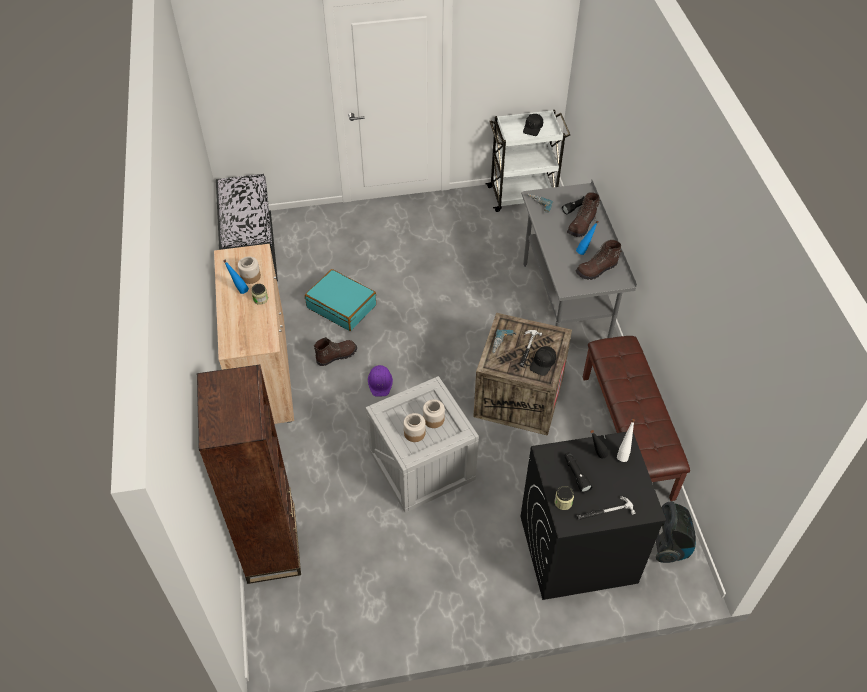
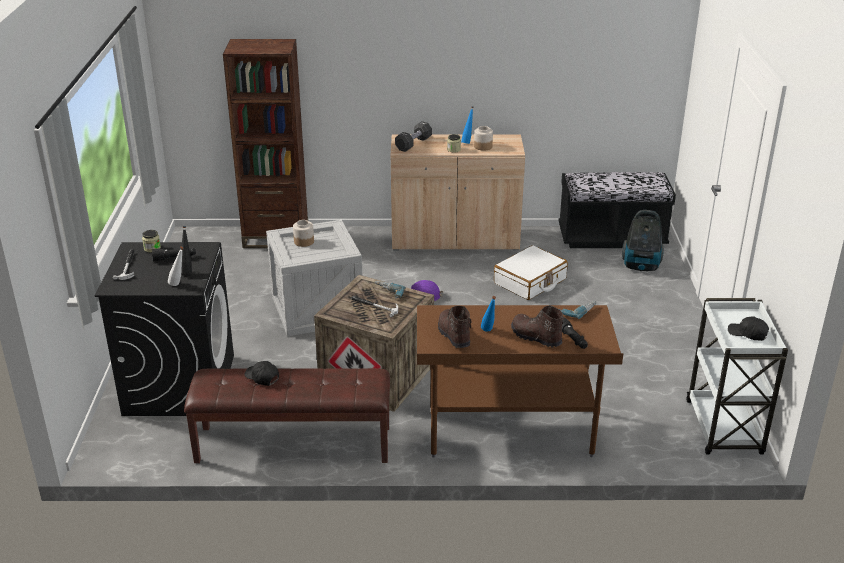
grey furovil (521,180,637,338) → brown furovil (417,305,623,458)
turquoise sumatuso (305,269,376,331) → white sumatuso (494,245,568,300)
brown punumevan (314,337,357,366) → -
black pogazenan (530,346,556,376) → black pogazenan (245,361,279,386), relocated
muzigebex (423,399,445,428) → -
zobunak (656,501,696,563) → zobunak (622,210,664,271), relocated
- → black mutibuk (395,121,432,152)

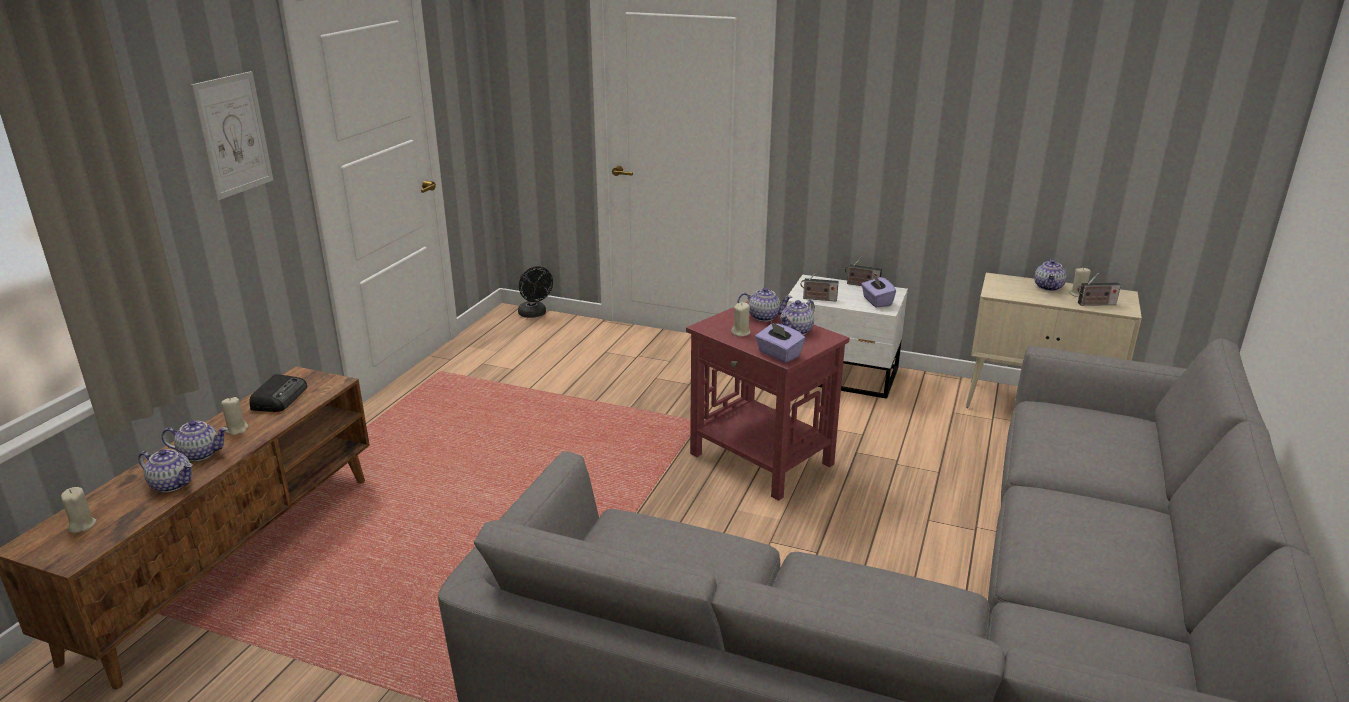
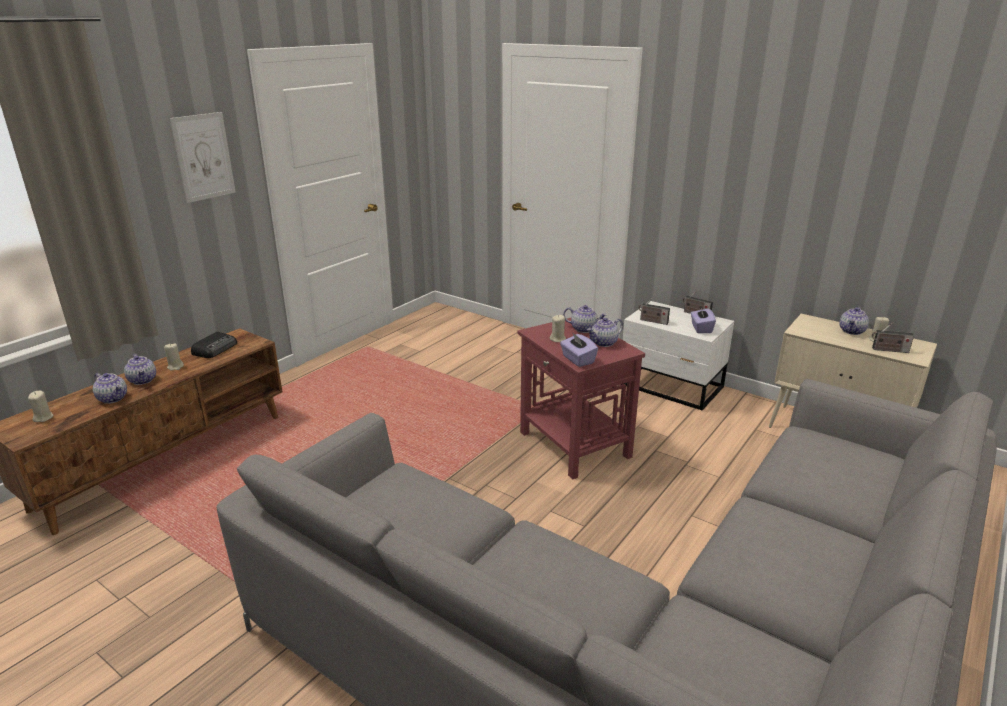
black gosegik (518,266,553,318) → -
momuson (161,420,228,461) → momuson (124,354,156,385), 45 degrees clockwise

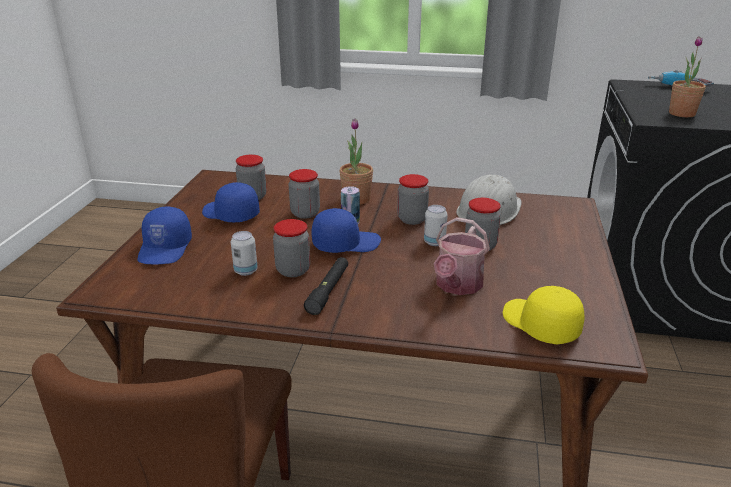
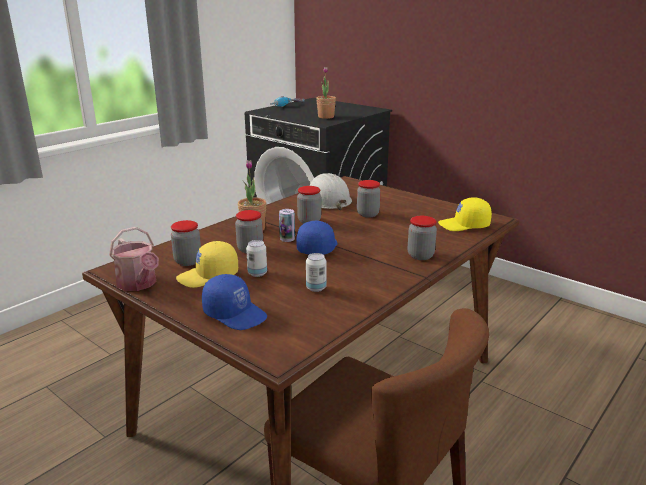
blue pogazenan (202,182,260,222) → yellow pogazenan (176,241,238,288)
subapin (424,205,448,246) → subapin (246,240,267,277), relocated
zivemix (434,217,490,295) → zivemix (109,227,159,291), relocated
muzigebex (273,219,310,277) → muzigebex (408,216,437,260), relocated
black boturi (304,257,348,315) → -

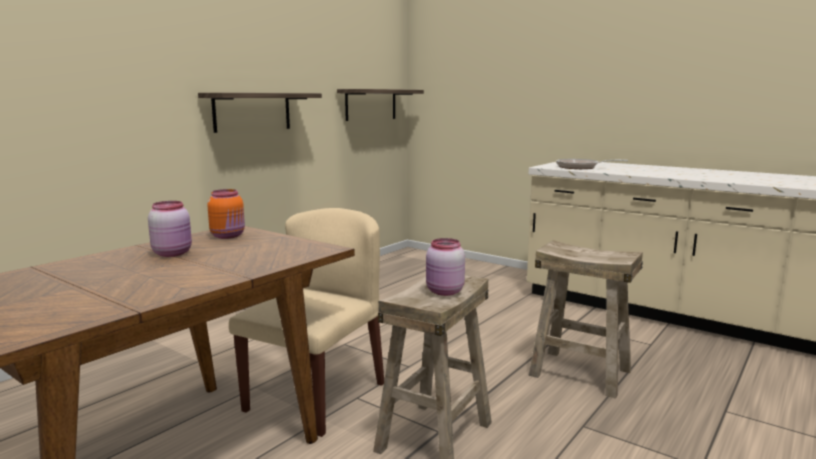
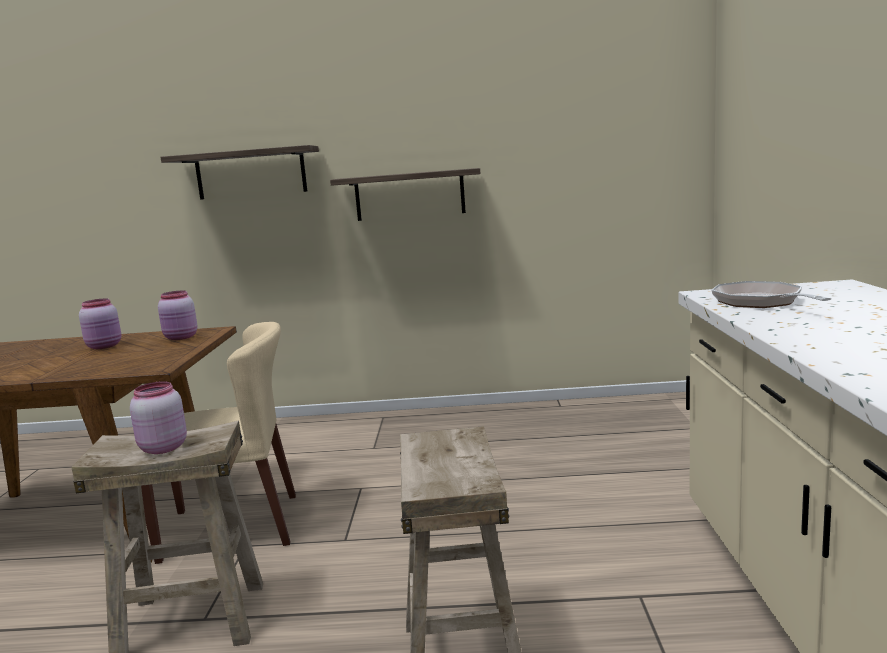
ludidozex (337,89,424,121) → ludidozex (161,145,319,200), relocated
orange muzigebex (207,189,245,239) → pink muzigebex (158,291,198,340)

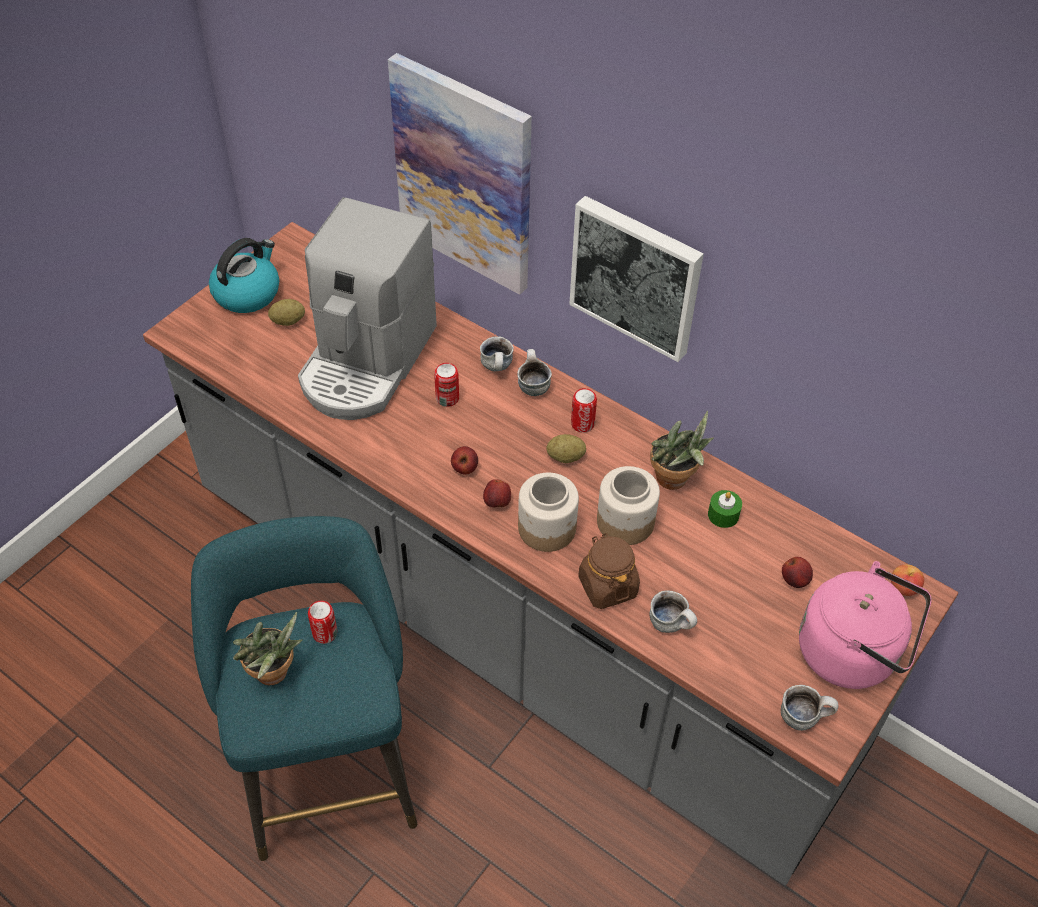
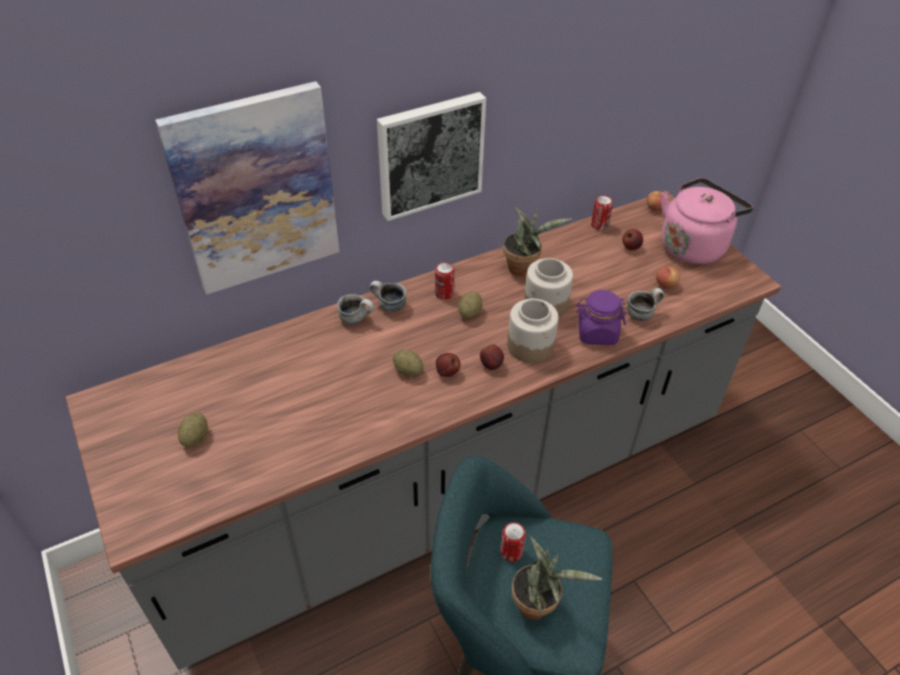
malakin (298,197,437,420) → -
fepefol (209,238,279,313) → -
subapin (434,363,459,407) → subapin (591,195,613,230), relocated
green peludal (708,490,742,528) → -
brown muzigebex (578,533,640,609) → purple muzigebex (576,290,627,345)
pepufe (781,685,838,731) → -
- → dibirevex (656,266,680,289)
- → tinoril (393,349,424,377)

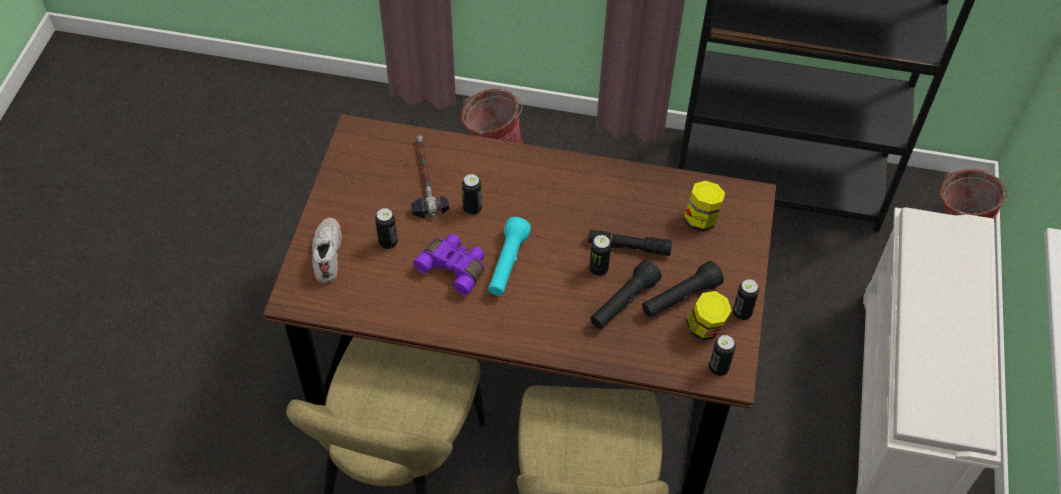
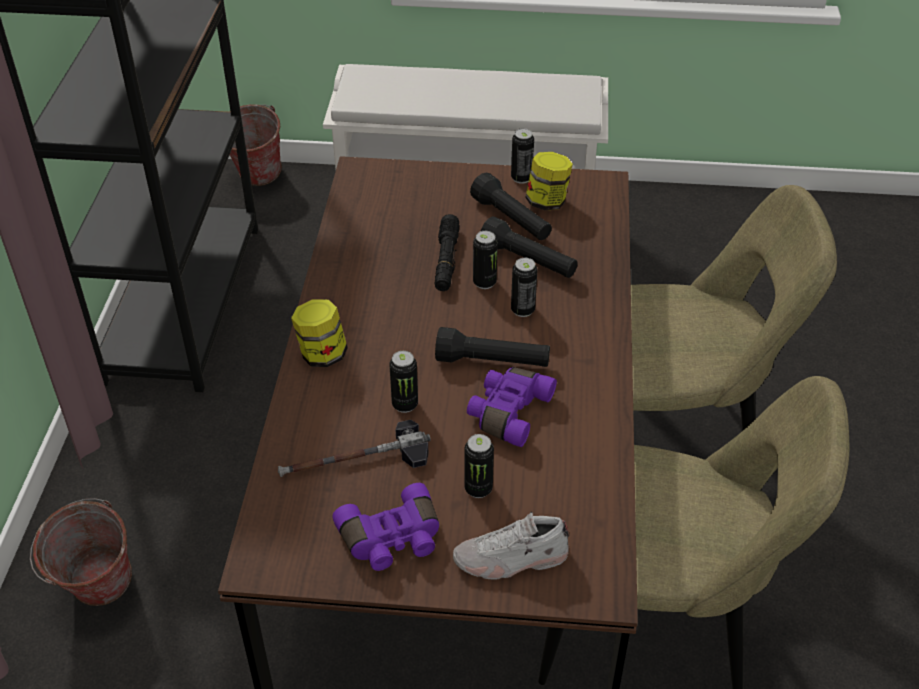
muzigebex (684,181,725,232) → muzigebex (291,299,348,367), relocated
turquoise boturi (488,217,531,296) → black boturi (435,327,550,367)
subapin (709,335,736,376) → subapin (511,258,538,317), relocated
- → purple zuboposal (332,483,439,571)

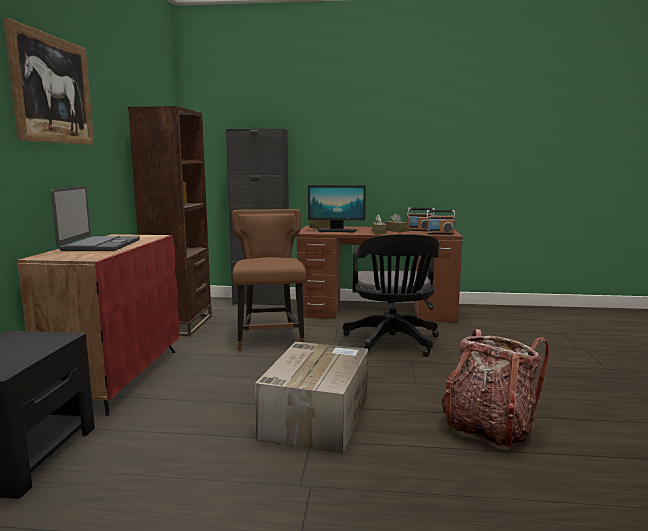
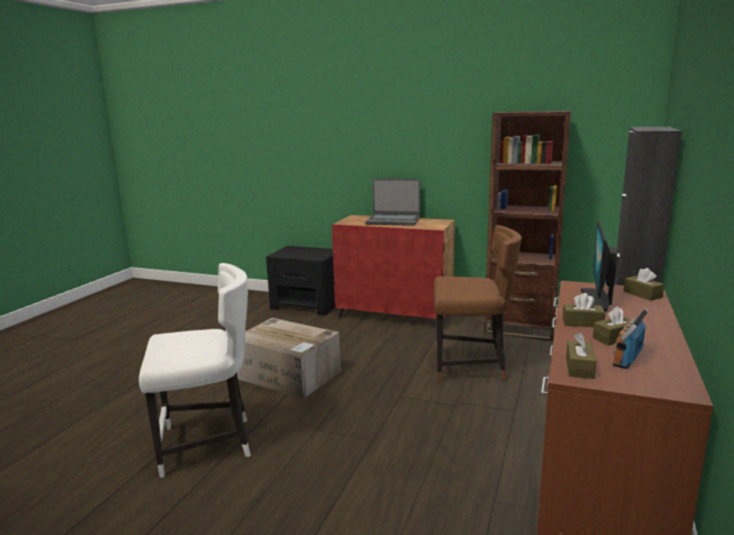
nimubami (3,18,94,145) → -
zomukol (427,210,456,234) → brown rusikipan (566,332,596,379)
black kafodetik (343,234,440,357) → -
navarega (441,329,550,450) → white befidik (139,263,251,478)

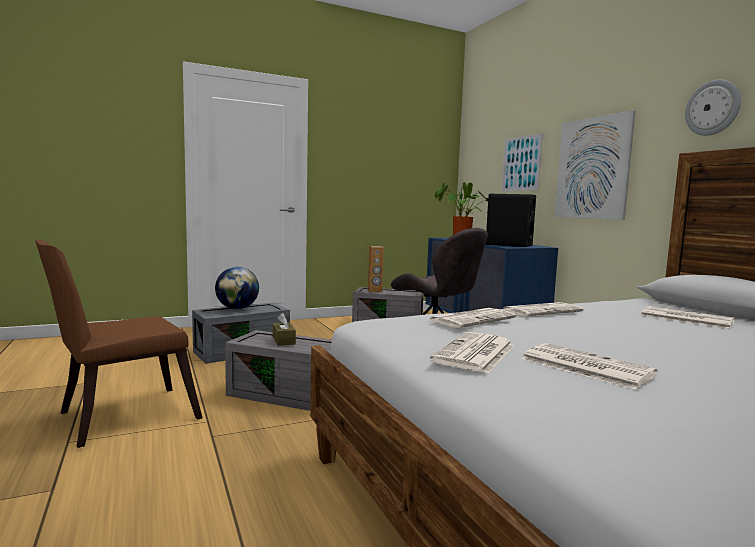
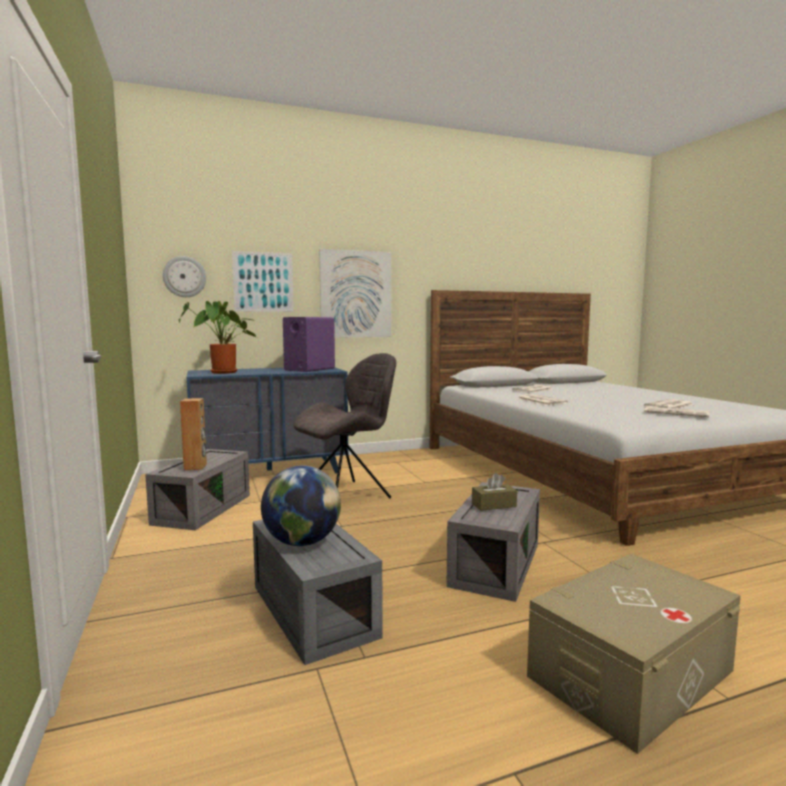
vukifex (685,80,741,136) → vukifex (163,256,206,297), relocated
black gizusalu (486,194,536,247) → purple gizusalu (283,317,335,372)
brown befidik (35,239,203,448) → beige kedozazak (527,554,741,754)
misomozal (430,308,516,328) → -

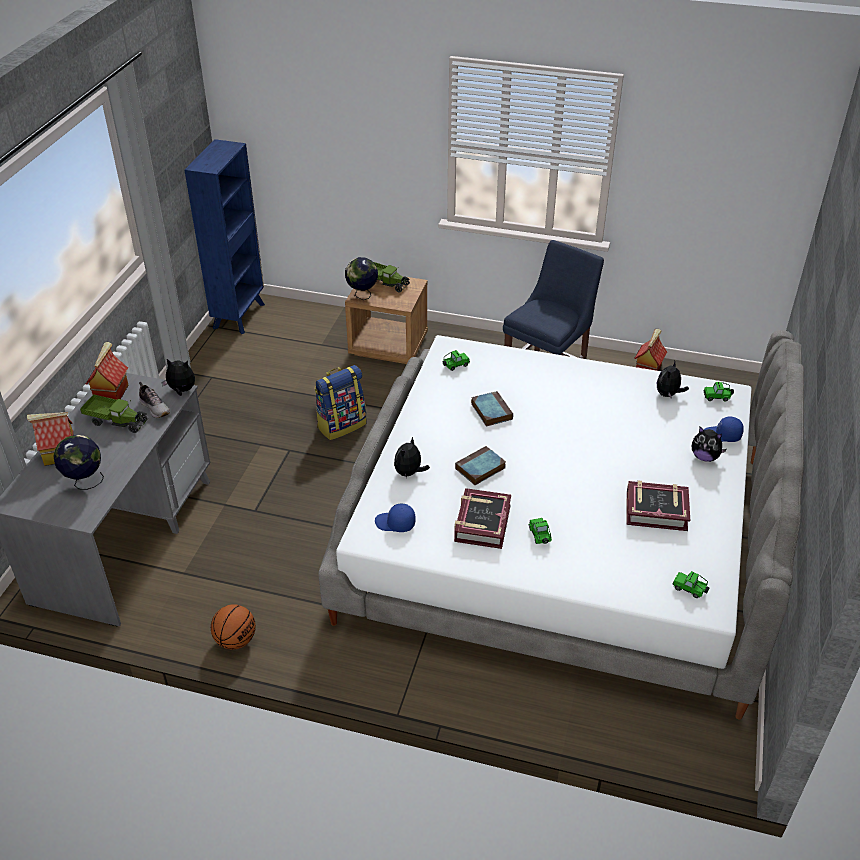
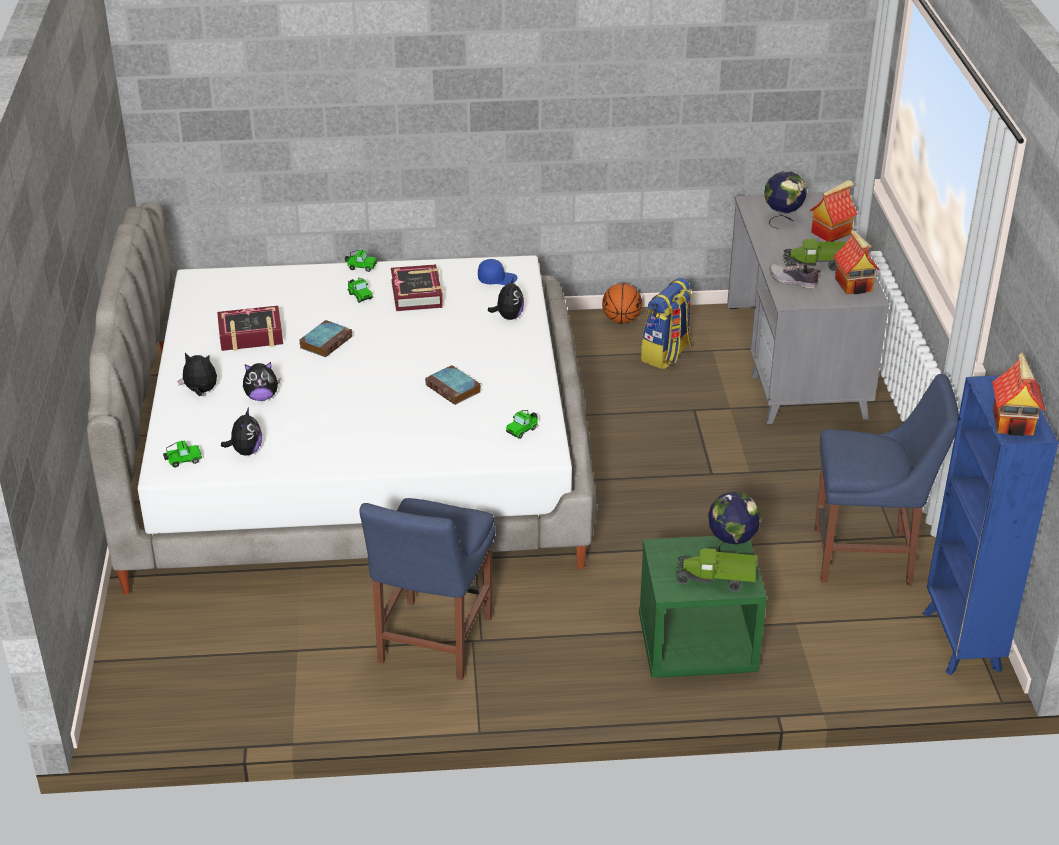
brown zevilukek (345,276,428,364) → green zevilukek (639,536,767,678)
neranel (634,329,667,371) → neranel (992,352,1045,436), relocated
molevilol (161,359,195,396) → molevilol (243,362,280,401), relocated
navarega (315,365,366,440) → navarega (641,278,693,369), relocated
blue pogazenan (704,417,744,442) → -
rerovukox (455,446,506,485) → rerovukox (300,320,352,357), relocated
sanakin (672,571,709,598) → sanakin (345,250,377,272), relocated
- → blue befidik (814,374,959,586)

